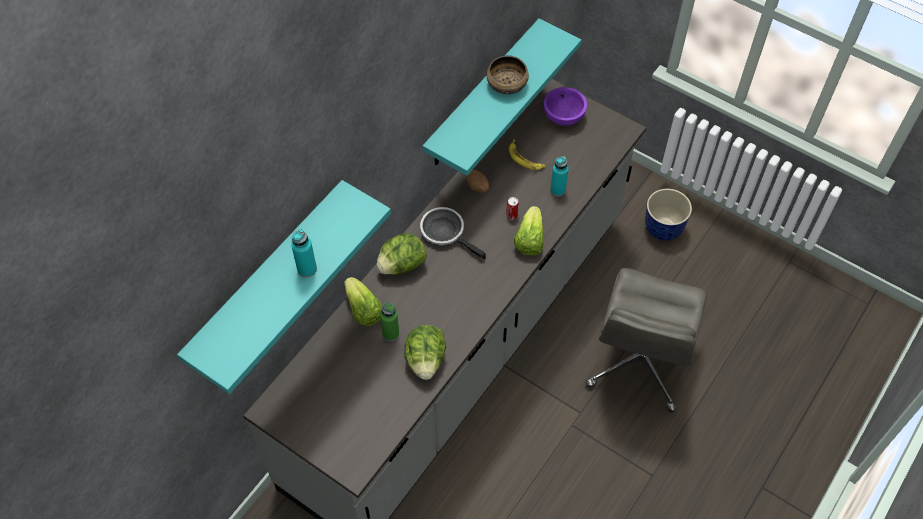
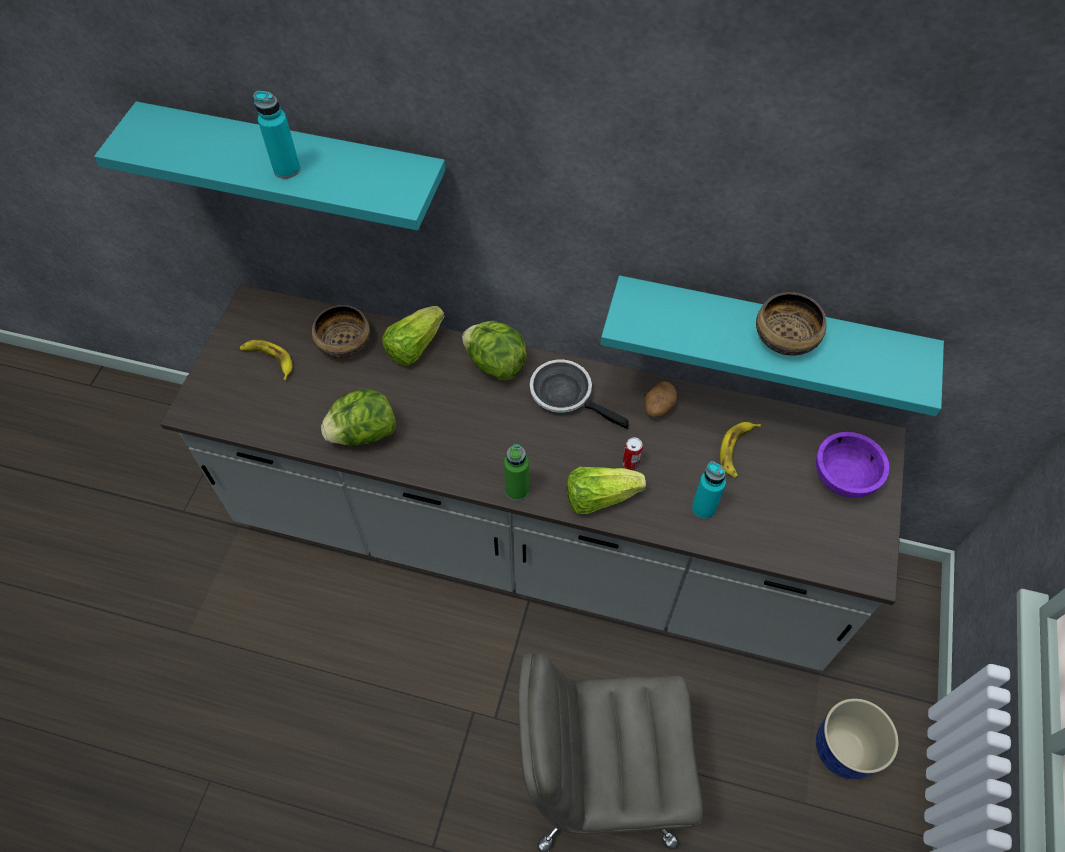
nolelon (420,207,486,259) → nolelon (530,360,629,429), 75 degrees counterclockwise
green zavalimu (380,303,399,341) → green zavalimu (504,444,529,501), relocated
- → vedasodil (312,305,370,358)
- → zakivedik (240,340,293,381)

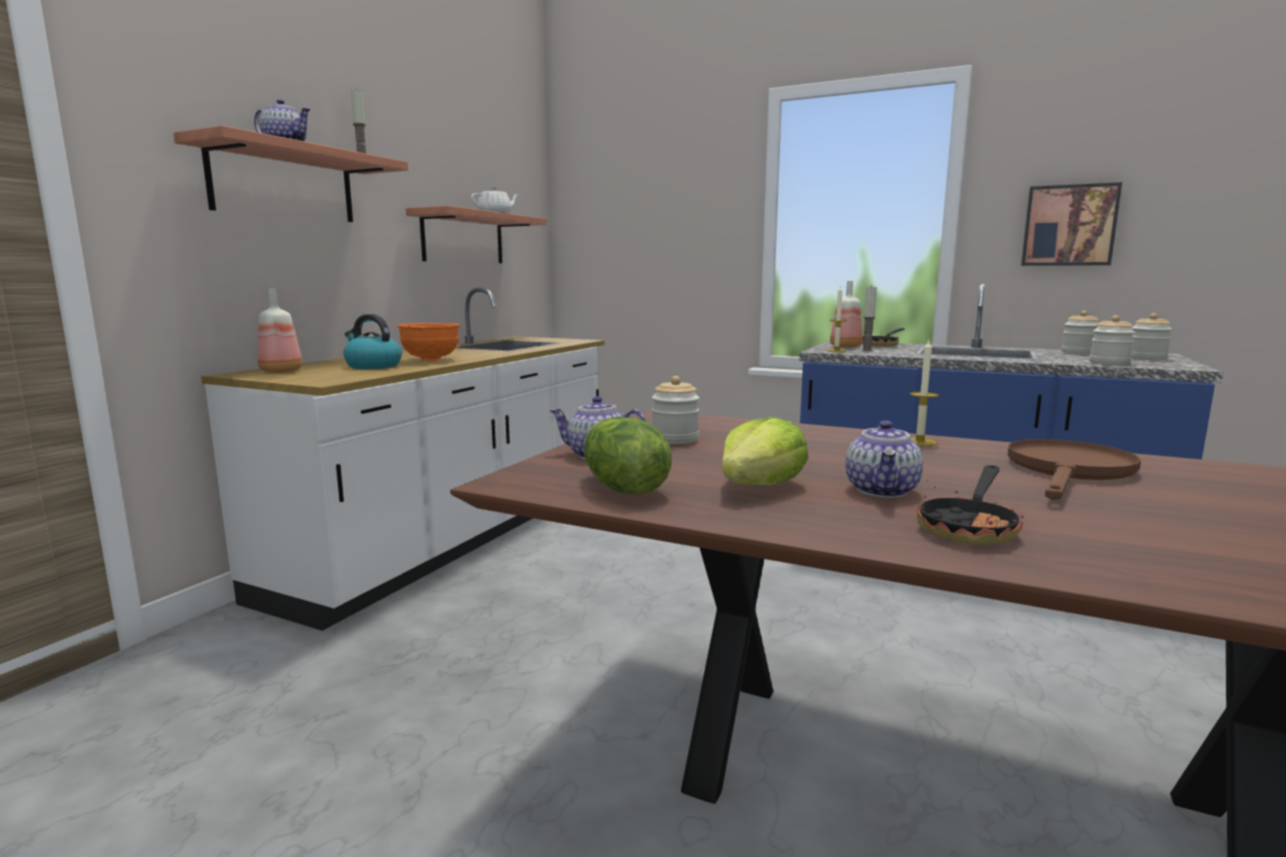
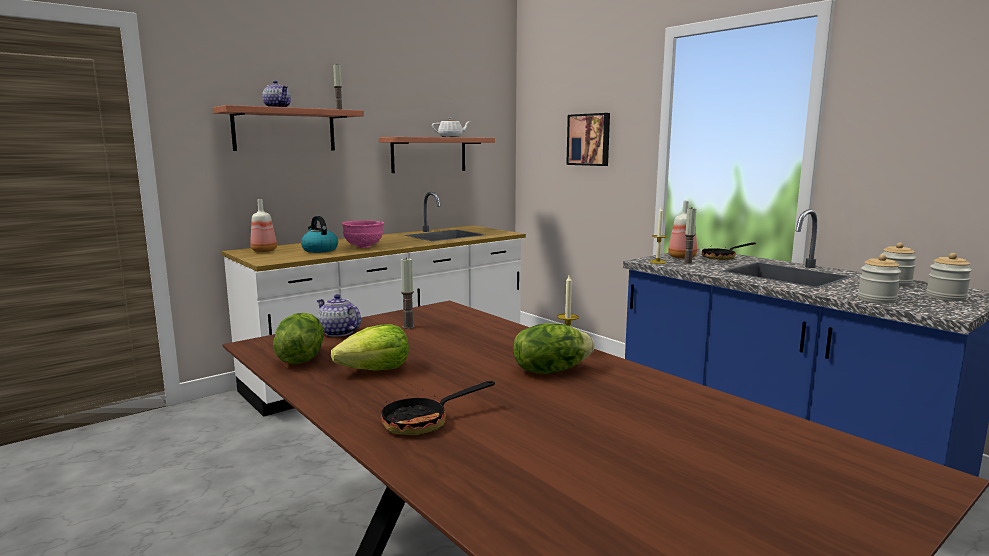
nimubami (1021,182,1122,266) → nimubami (566,113,610,166), relocated
orange vedasodil (397,323,460,361) → pink vedasodil (342,221,384,248)
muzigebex (652,376,699,444) → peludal (401,257,415,329)
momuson (846,420,923,498) → -
brown nolelon (1008,439,1141,500) → -
- → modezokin (513,323,595,374)

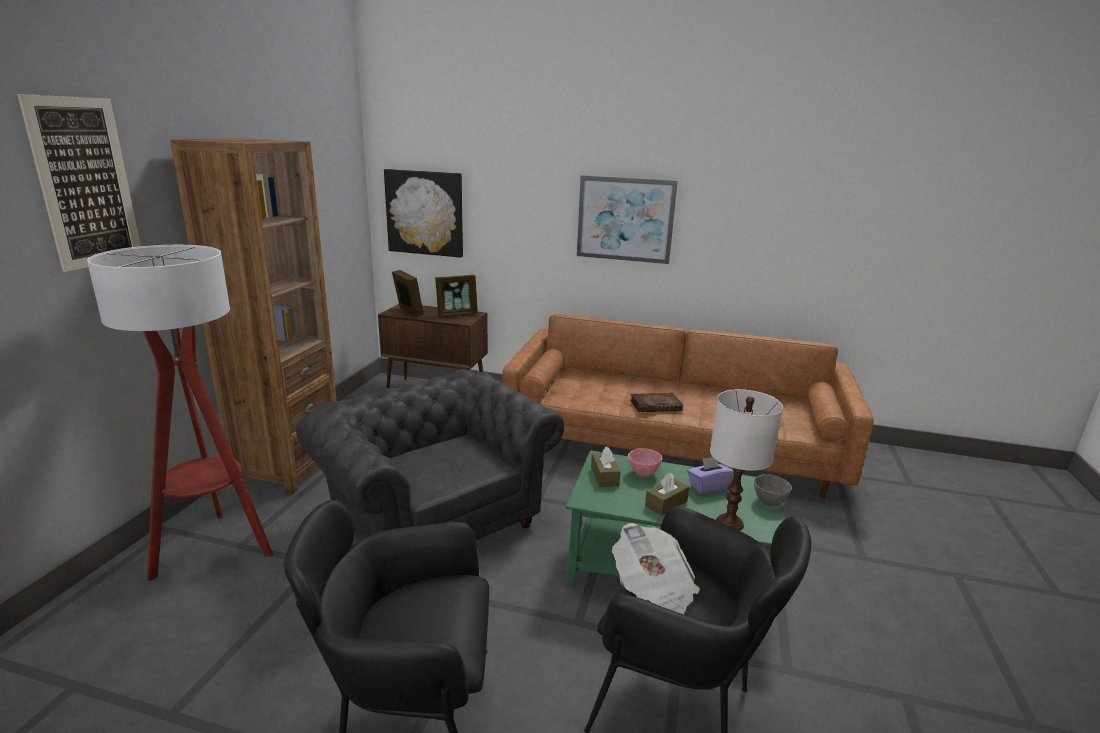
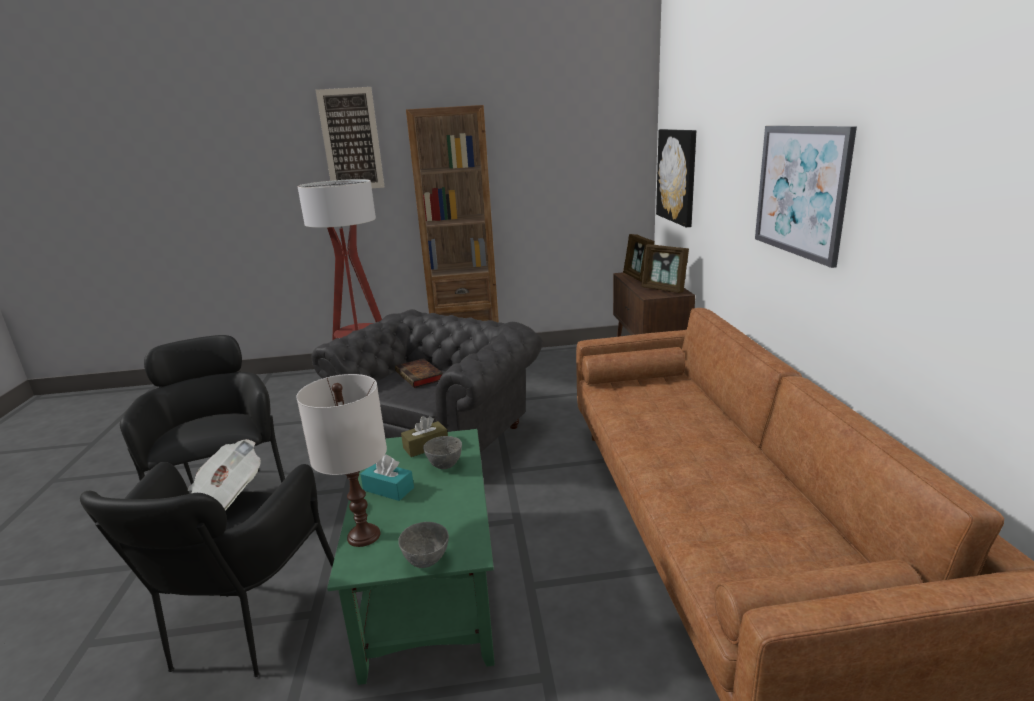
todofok (392,270,424,317) → todofok (623,234,655,281), 135 degrees clockwise
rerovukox (630,393,683,412) → rerovukox (395,358,443,388), relocated
pink vedasodil (628,448,663,477) → grey vedasodil (423,436,462,469)
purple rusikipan (687,457,734,494) → -
brown rusikipan (645,473,689,516) → turquoise rusikipan (360,454,414,501)

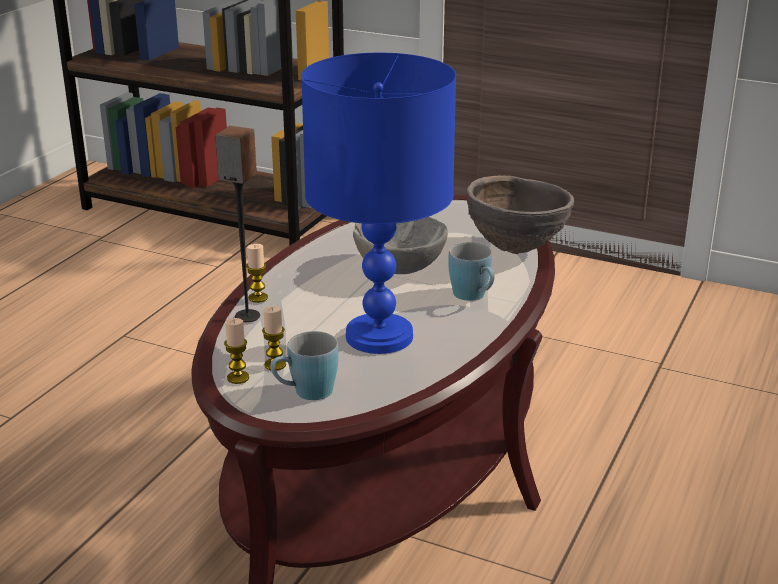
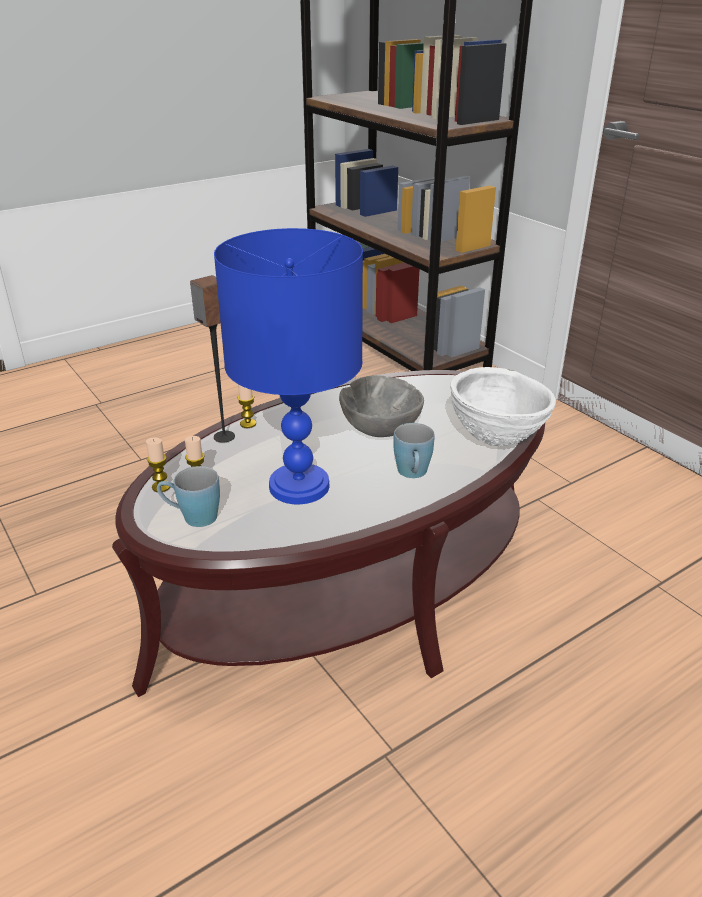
brown vedasodil (466,175,574,254) → white vedasodil (450,367,556,446)

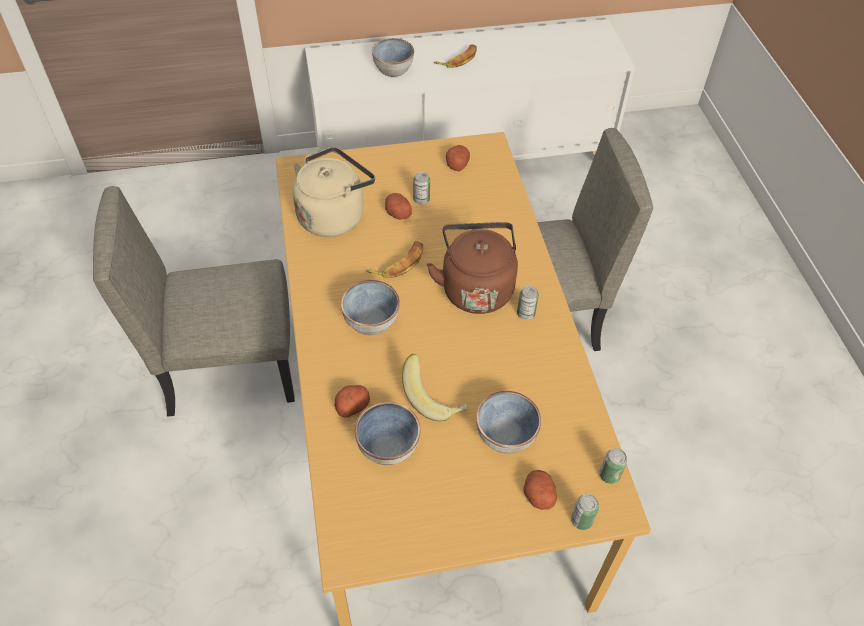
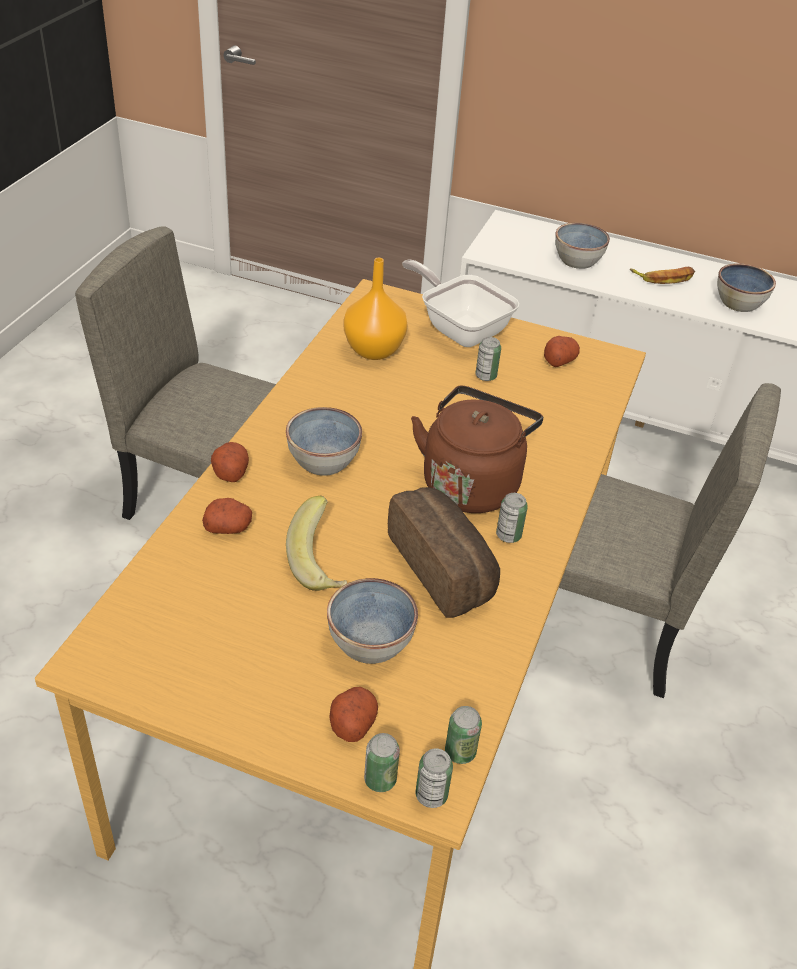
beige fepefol (293,147,375,237) → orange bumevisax (343,258,408,360)
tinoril (385,193,412,220) → tinoril (211,442,249,482), relocated
zakivedik (365,241,423,278) → -
vedasodil (354,402,421,465) → vedasodil (717,263,776,312), relocated
- → nolelon (402,260,519,347)
- → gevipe (388,487,500,618)
- → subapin (416,748,453,808)

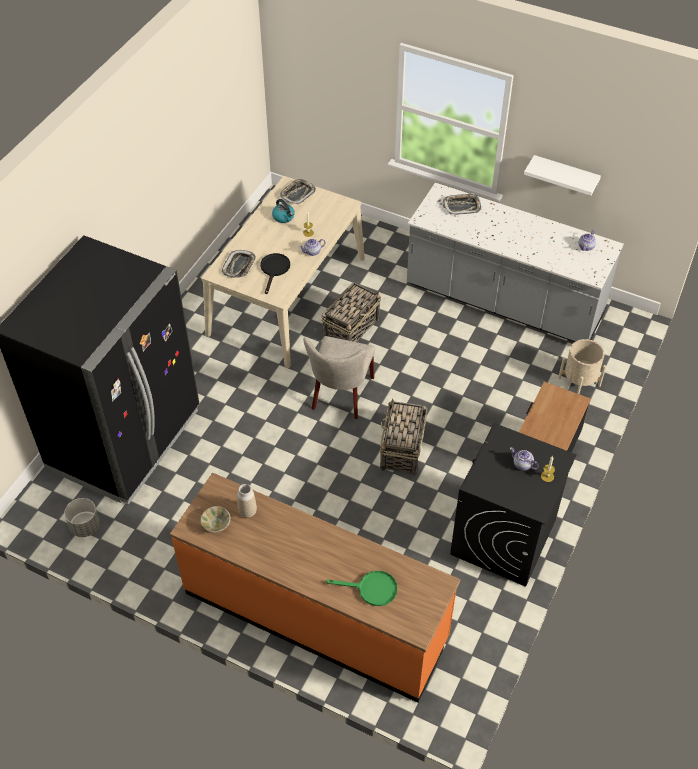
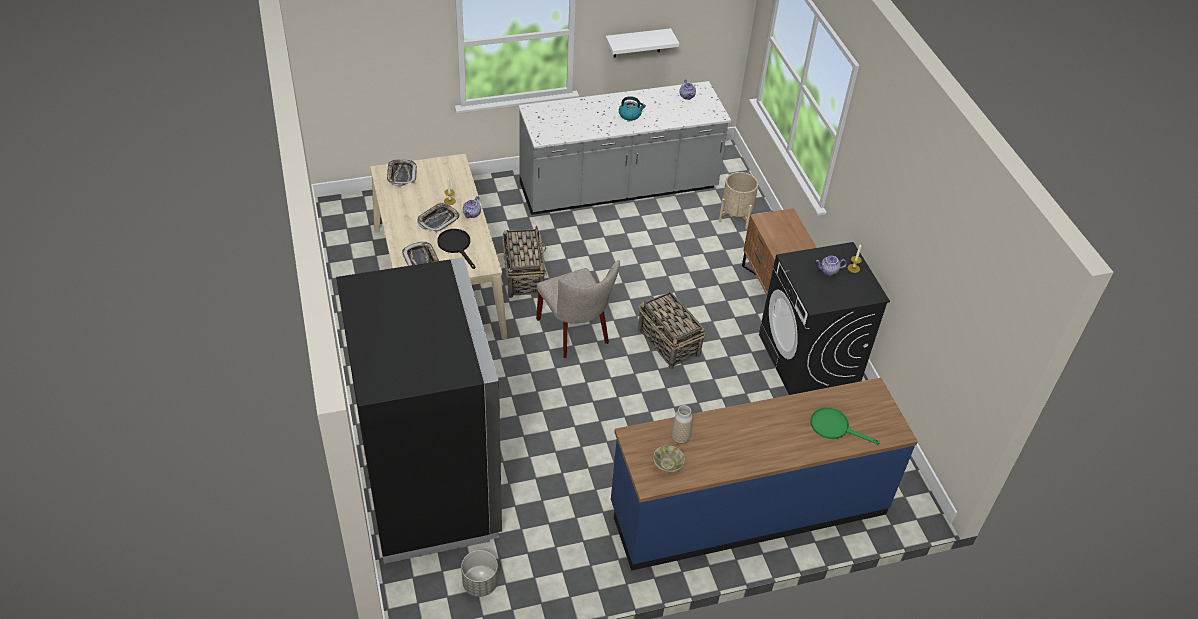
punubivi (442,193,481,215) → punubivi (417,203,459,232), relocated
fepefol (272,199,295,223) → fepefol (619,96,646,121), relocated
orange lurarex (170,473,460,703) → blue lurarex (611,378,918,571)
green nolelon (326,571,397,606) → green nolelon (810,407,880,445), 120 degrees counterclockwise

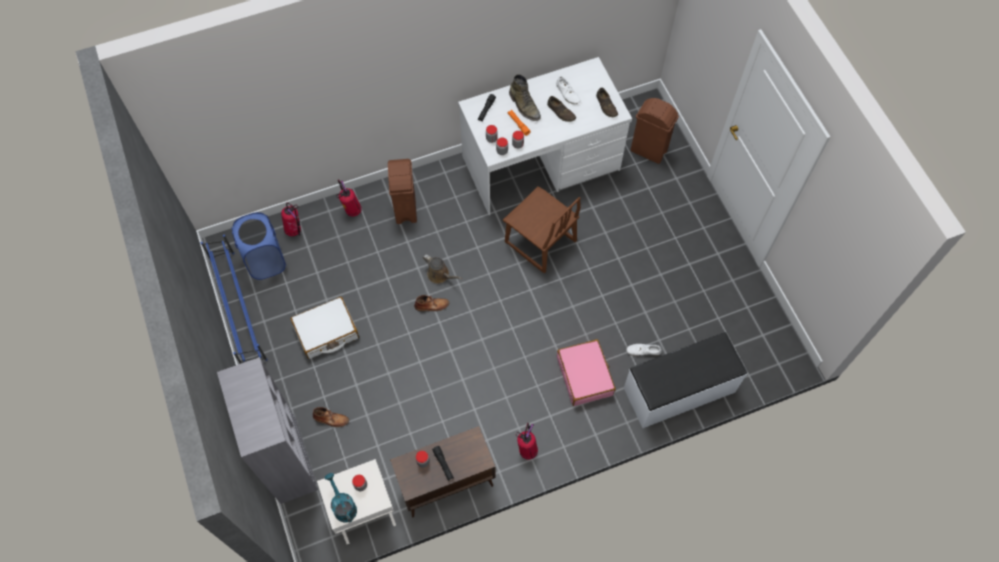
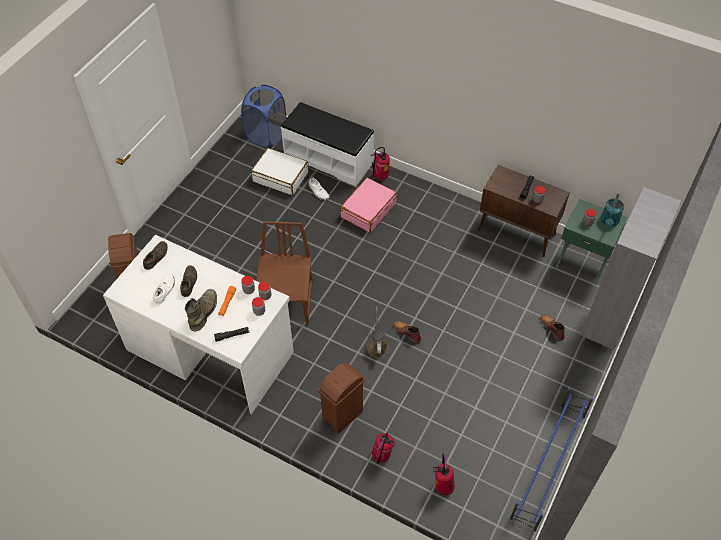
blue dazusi (231,212,286,280) → blue dazusi (241,85,286,148), relocated
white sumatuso (291,297,359,359) → white sumatuso (251,148,308,195), relocated
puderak (515,423,538,459) → puderak (371,147,390,180), relocated
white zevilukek (317,459,396,544) → green zevilukek (555,199,628,285)

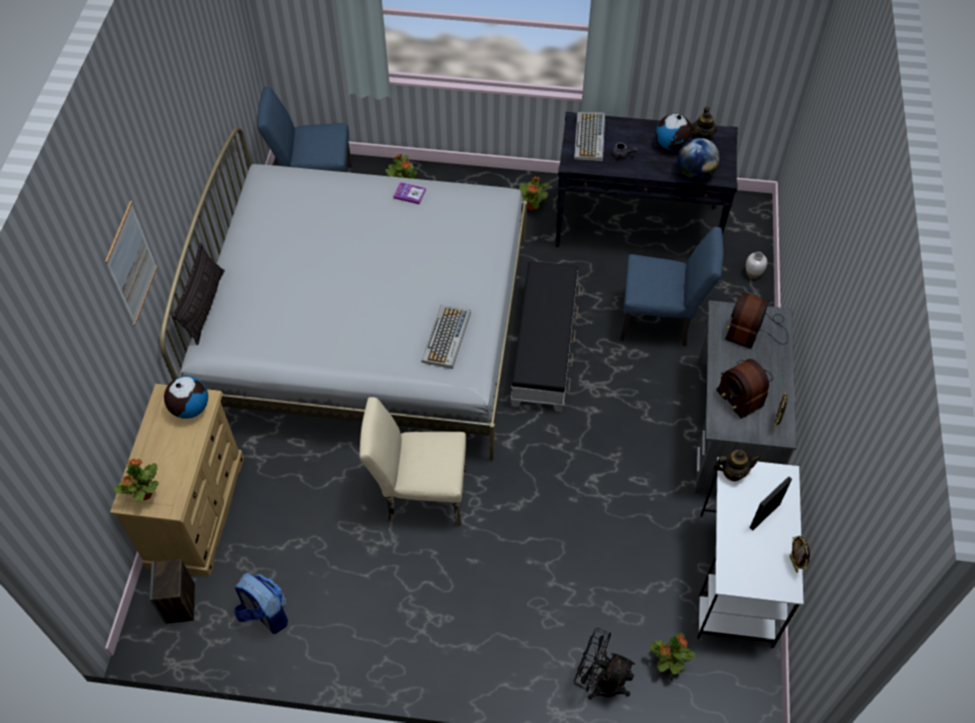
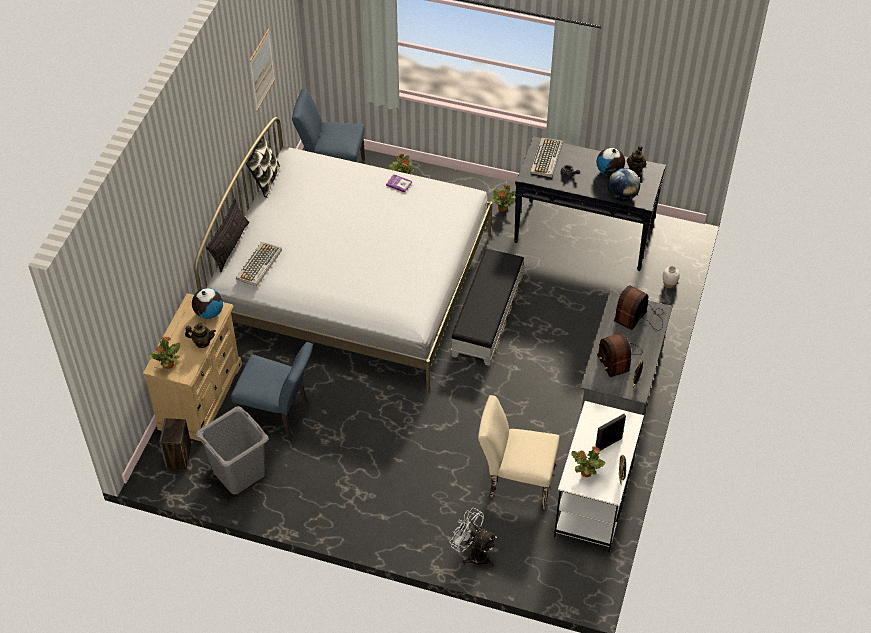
nimubami (105,201,157,326) → nimubami (249,28,275,111), relocated
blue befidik (620,227,723,346) → blue befidik (231,342,313,438), relocated
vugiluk (421,305,471,369) → vugiluk (236,242,282,287), relocated
beige befidik (360,397,466,526) → beige befidik (478,395,559,509), relocated
momuson (713,450,761,481) → momuson (185,323,216,348), relocated
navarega (234,573,288,634) → grey dazusi (196,406,269,494)
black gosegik (574,628,635,700) → white gosegik (449,508,497,567)
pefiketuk (650,633,696,674) → pefiketuk (572,446,605,477), relocated
- → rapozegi (246,136,280,198)

